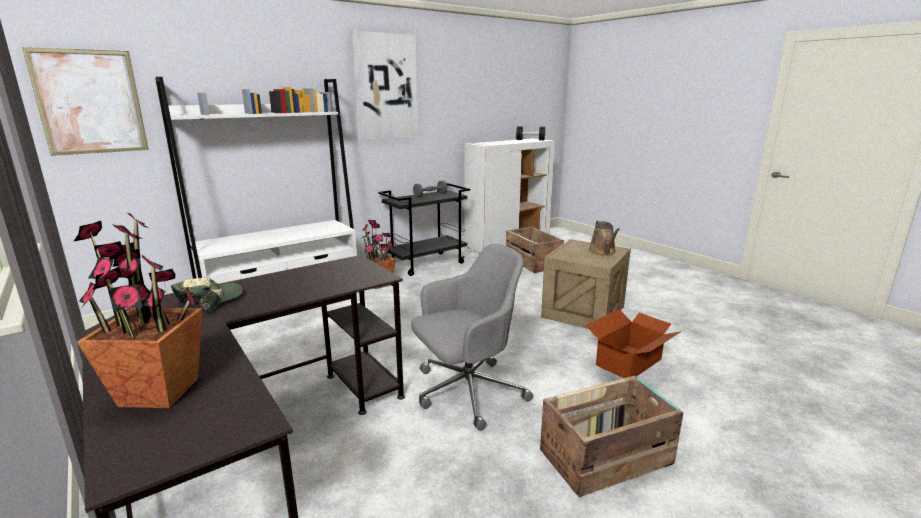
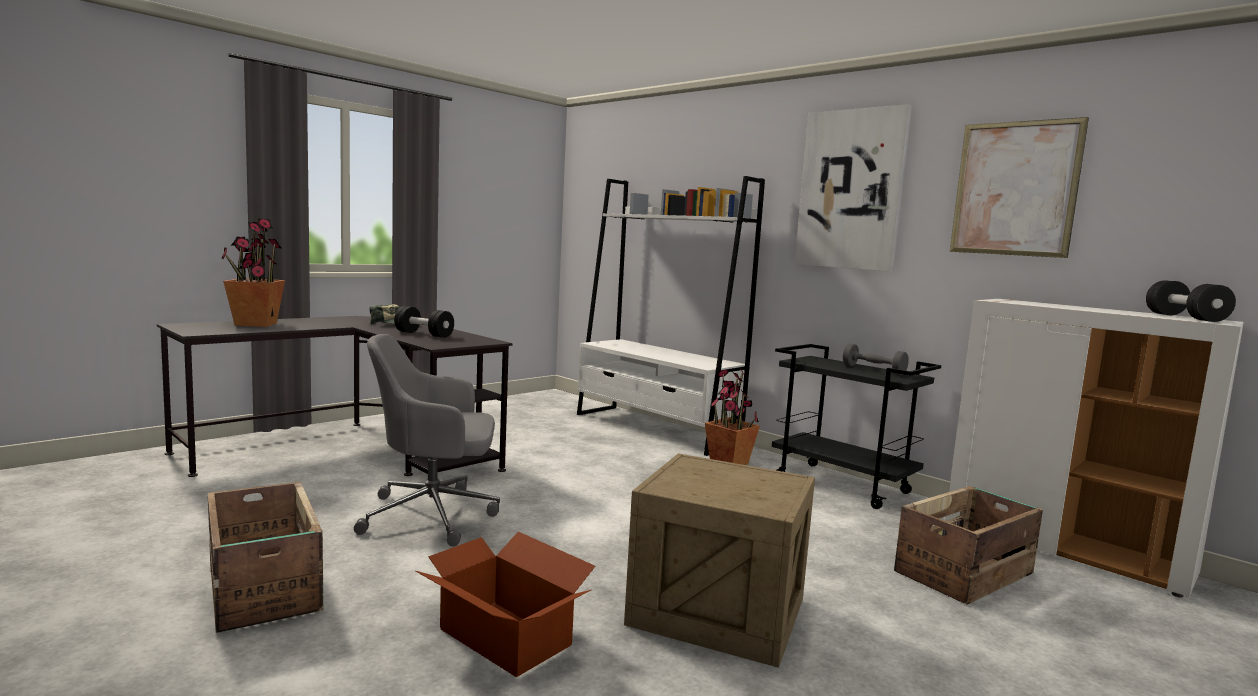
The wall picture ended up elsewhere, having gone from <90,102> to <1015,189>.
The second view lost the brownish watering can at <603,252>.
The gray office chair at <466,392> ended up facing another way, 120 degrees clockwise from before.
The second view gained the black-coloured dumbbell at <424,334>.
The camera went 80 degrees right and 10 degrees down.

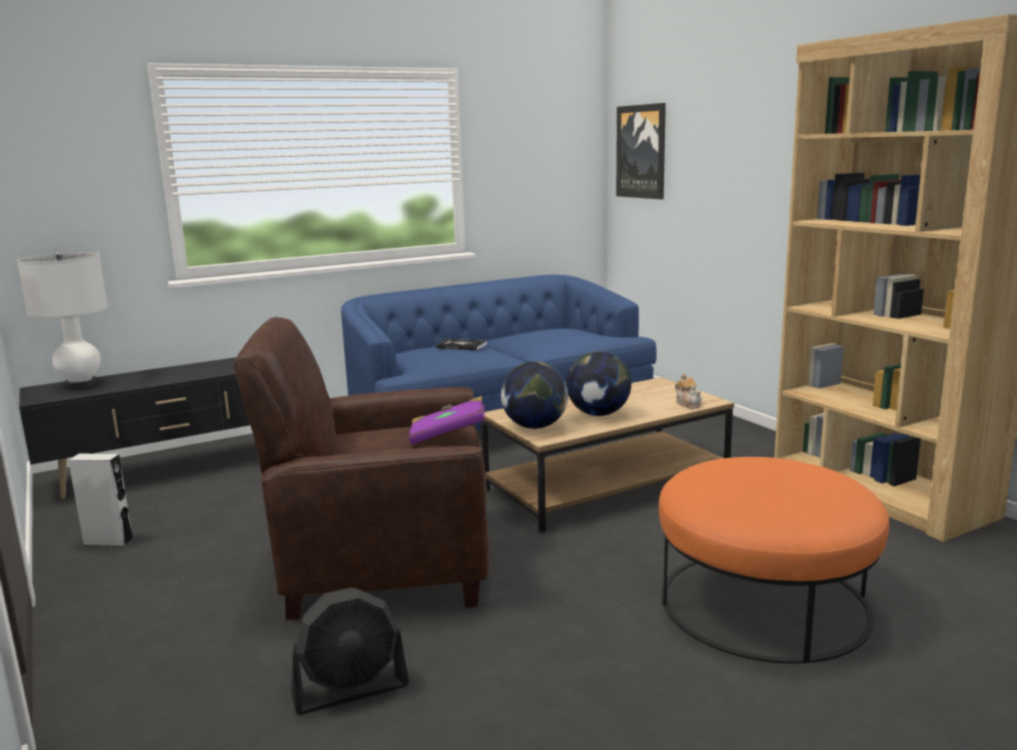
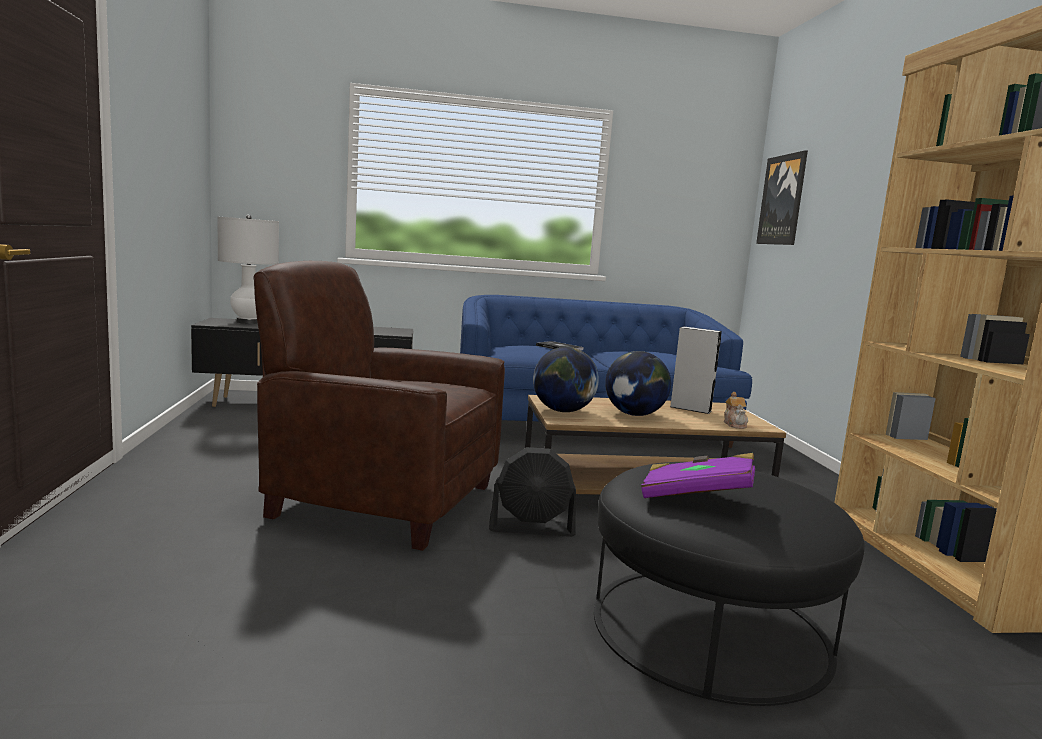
The purple-coloured volume ended up elsewhere, having gone from <448,436> to <696,497>.
The gray loudspeaker ended up elsewhere, having gone from <108,542> to <690,409>.
What was the orangey footrest at <763,602> turned into the black-coloured footrest at <709,627>.
The black-coloured electric fan ended up elsewhere, having gone from <351,690> to <532,528>.
The camera went 20 degrees right and 5 degrees down.

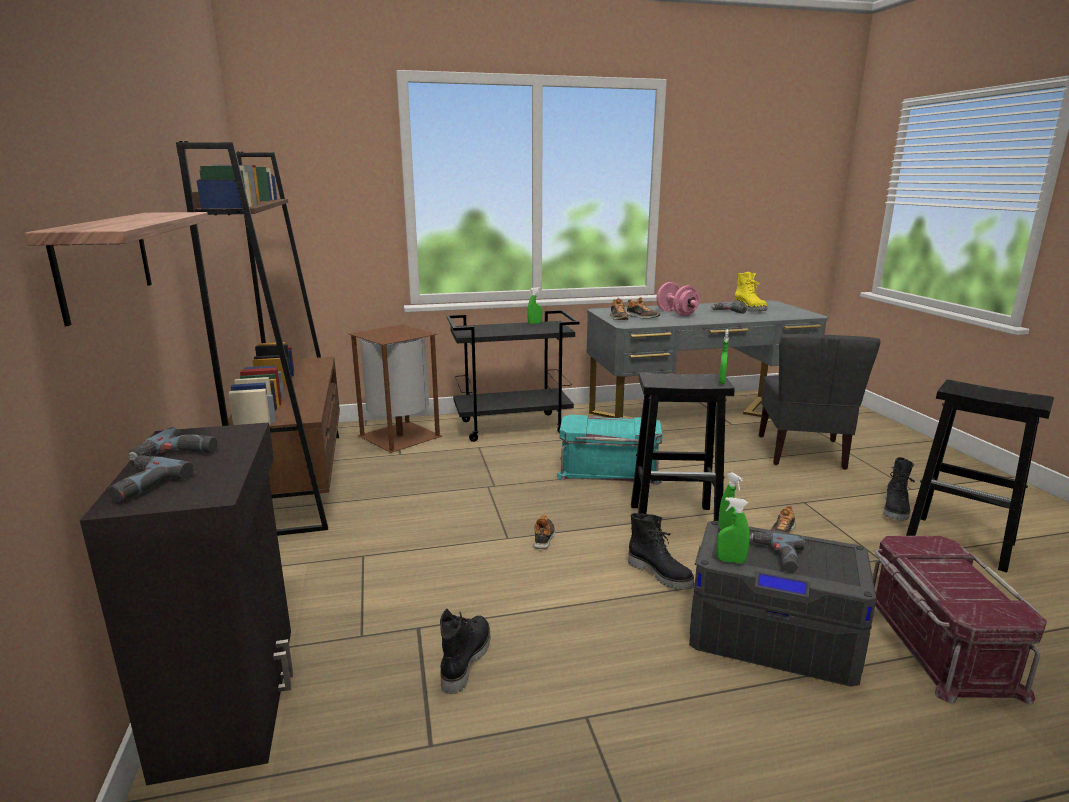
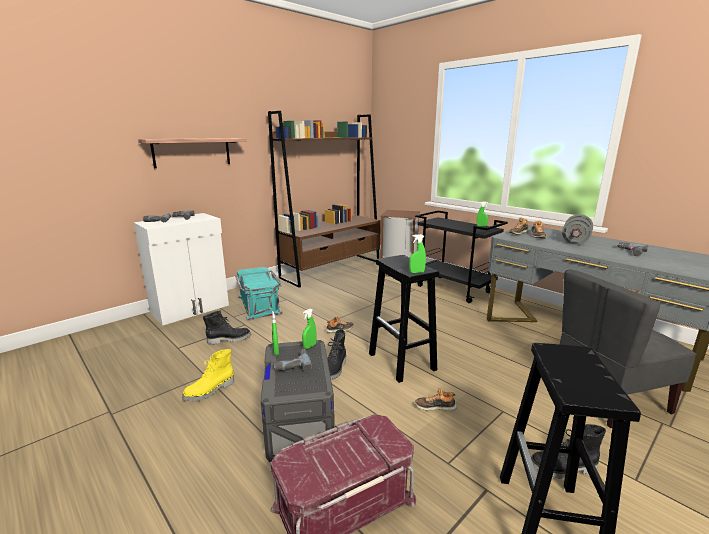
The yellowish boot ended up elsewhere, having gone from <750,309> to <210,391>.
What was the pink dumbbell at <676,313> turned into the gray dumbbell at <575,241>.
The turquoise storage container ended up elsewhere, having gone from <609,469> to <260,305>.
What was the black-coloured storage cabinet at <233,695> turned into the white storage cabinet at <191,309>.
The camera went 60 degrees right and 0 degrees up.

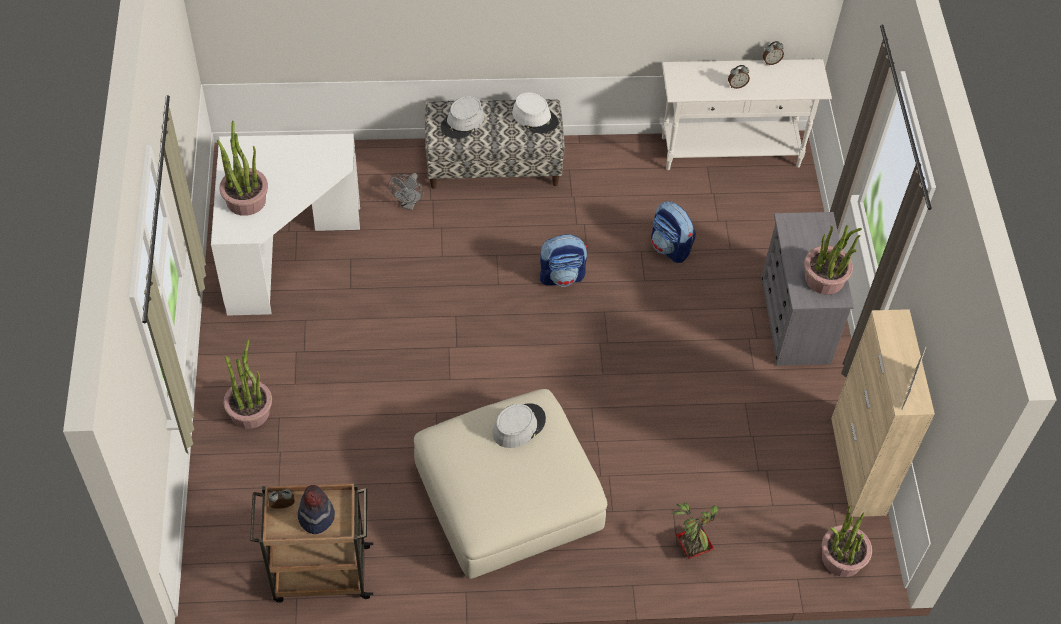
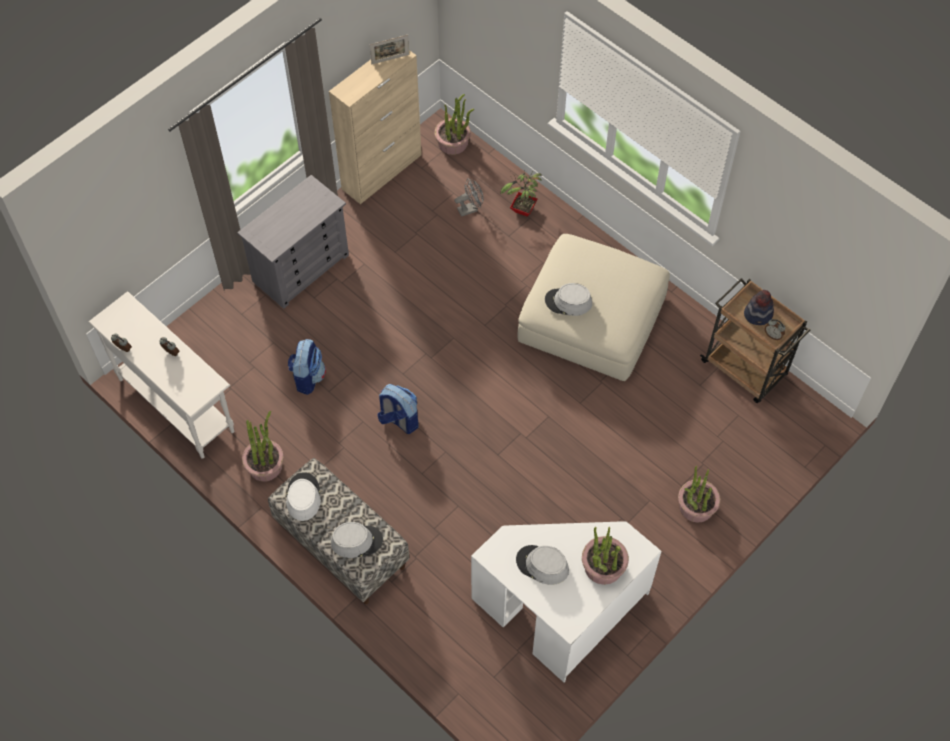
The gray electric fan ended up elsewhere, having gone from <409,204> to <470,209>.
The plant in a pot ended up elsewhere, having gone from <824,278> to <265,465>.
The second view gained the gray wearable hat at <542,565>.
The camera went 130 degrees left and 5 degrees up.

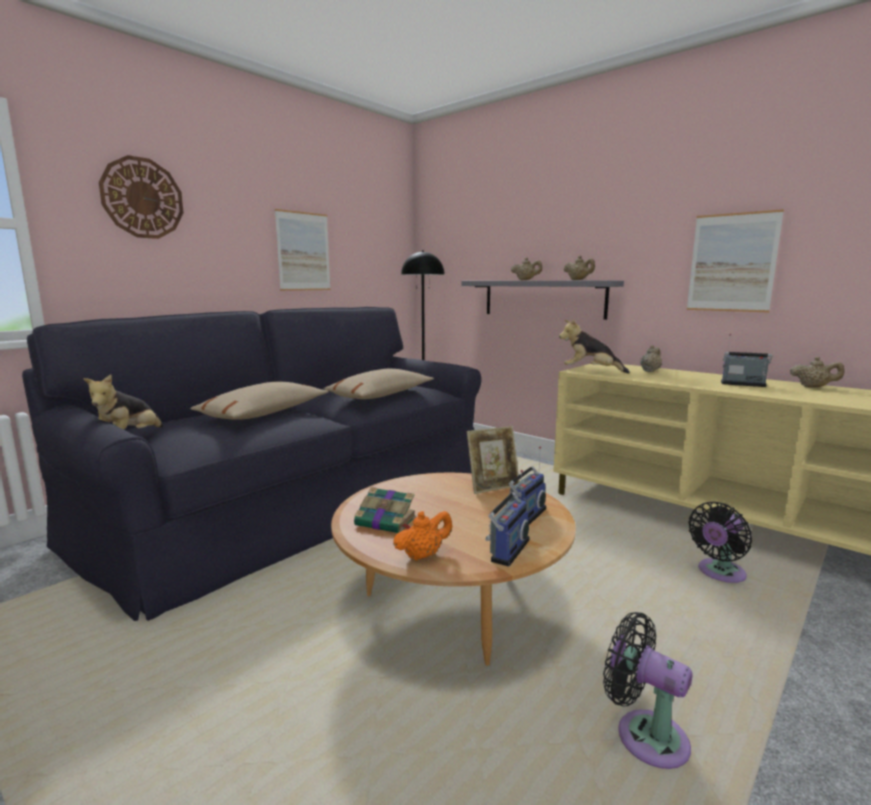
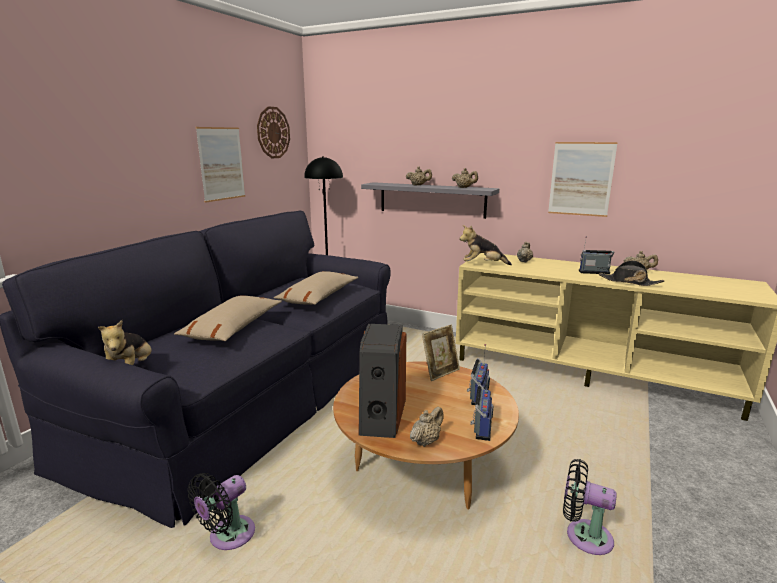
The hanging clock ended up elsewhere, having gone from <142,198> to <273,132>.
Where the volume stood at <387,522>, the loudspeaker came to stand at <381,416>.
The black-coloured electric fan ended up elsewhere, having gone from <719,573> to <228,536>.
What was the orangey teapot at <423,555> turned into the beige-coloured teapot at <426,441>.
The second view gained the black-coloured wearable hat at <629,282>.
The camera went 15 degrees left and 5 degrees up.

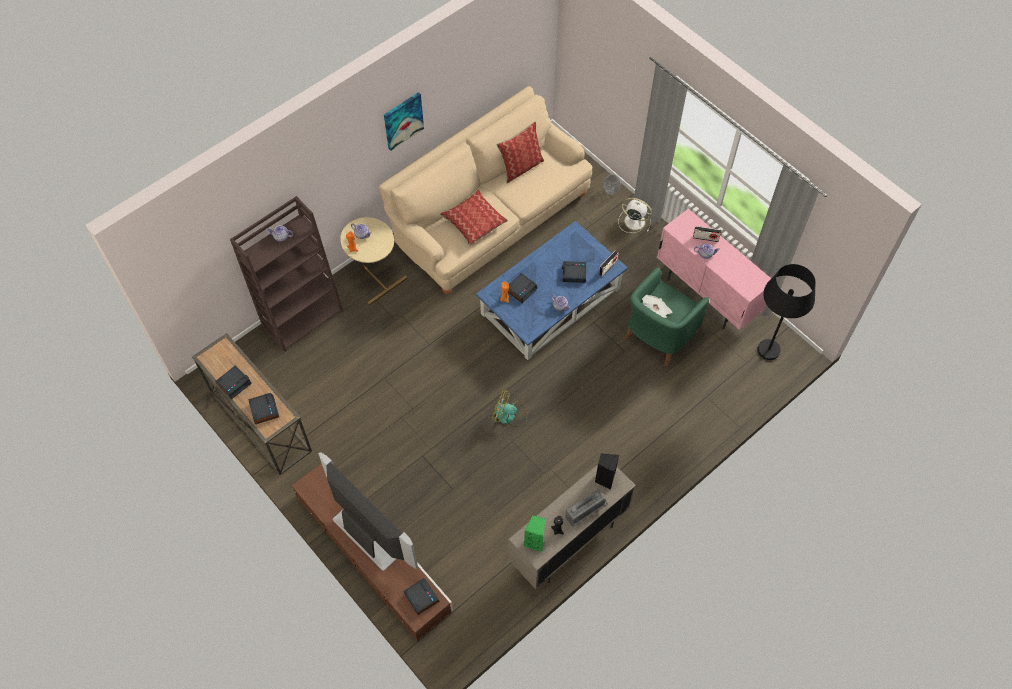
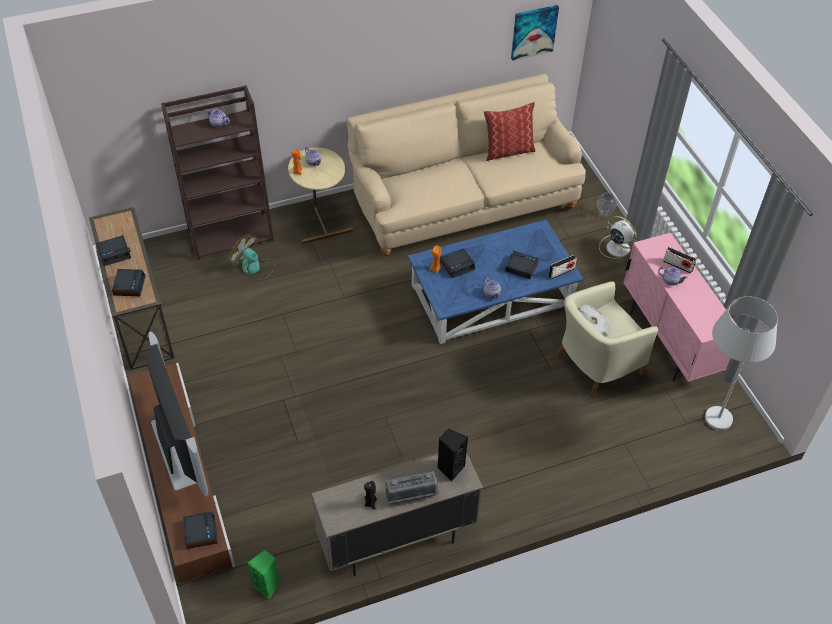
The wall picture ended up elsewhere, having gone from <403,120> to <533,31>.
The second view lost the throw pillow at <474,221>.
What was the black-coloured standing lamp at <763,359> turned into the white standing lamp at <707,426>.
What was the greenish armchair at <658,335> turned into the beige-coloured armchair at <596,365>.
The electric fan ended up elsewhere, having gone from <509,415> to <255,268>.
The greenish loudspeaker ended up elsewhere, having gone from <535,541> to <267,585>.
The camera went 20 degrees right and 10 degrees down.

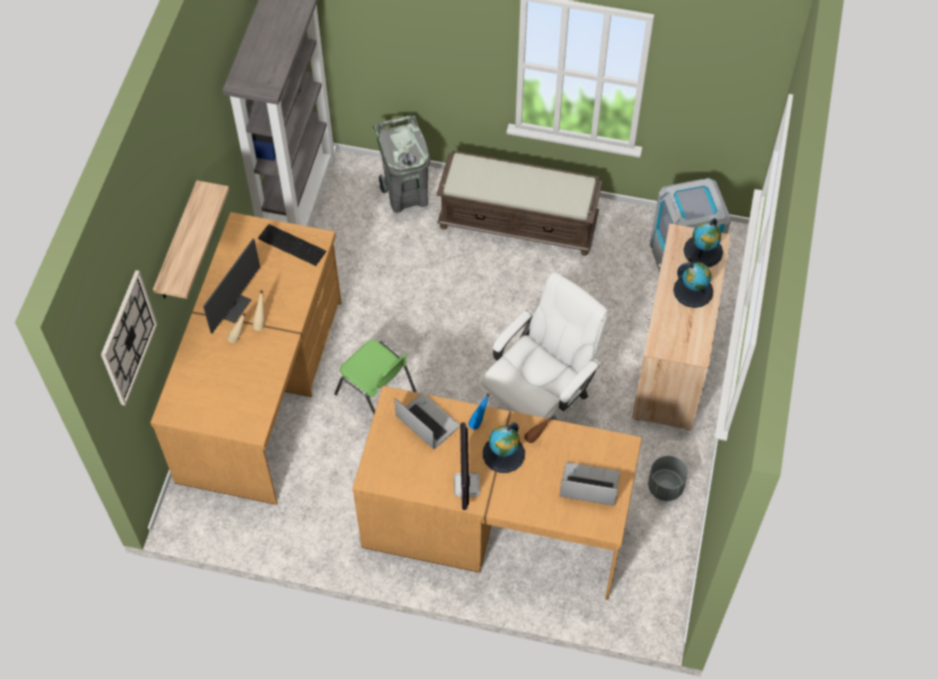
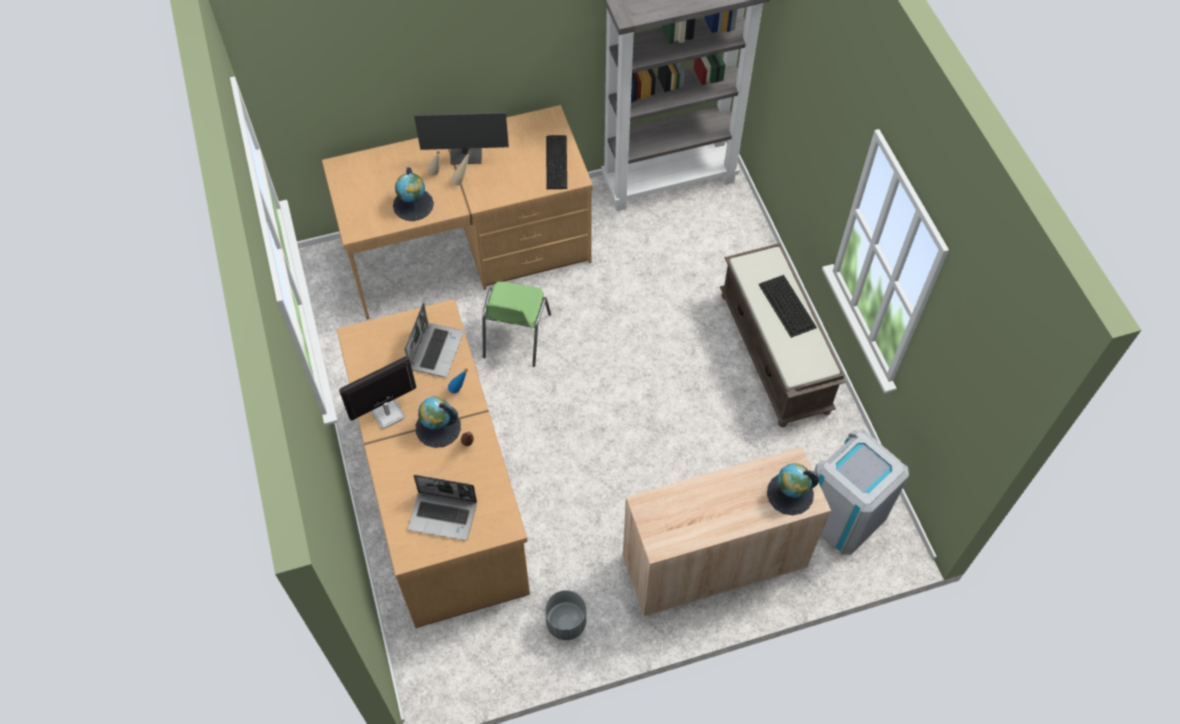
The second view lost the gray waste bin at <406,196>.
The second view lost the shelf at <178,244>.
The globe ended up elsewhere, having gone from <693,290> to <413,204>.
The second view lost the hanging clock at <128,338>.
The second view lost the white office chair at <539,404>.
The laptop at <588,486> ended up facing another way, 120 degrees clockwise from before.
The second view gained the PC keyboard at <787,306>.
The camera went 60 degrees right and 0 degrees up.

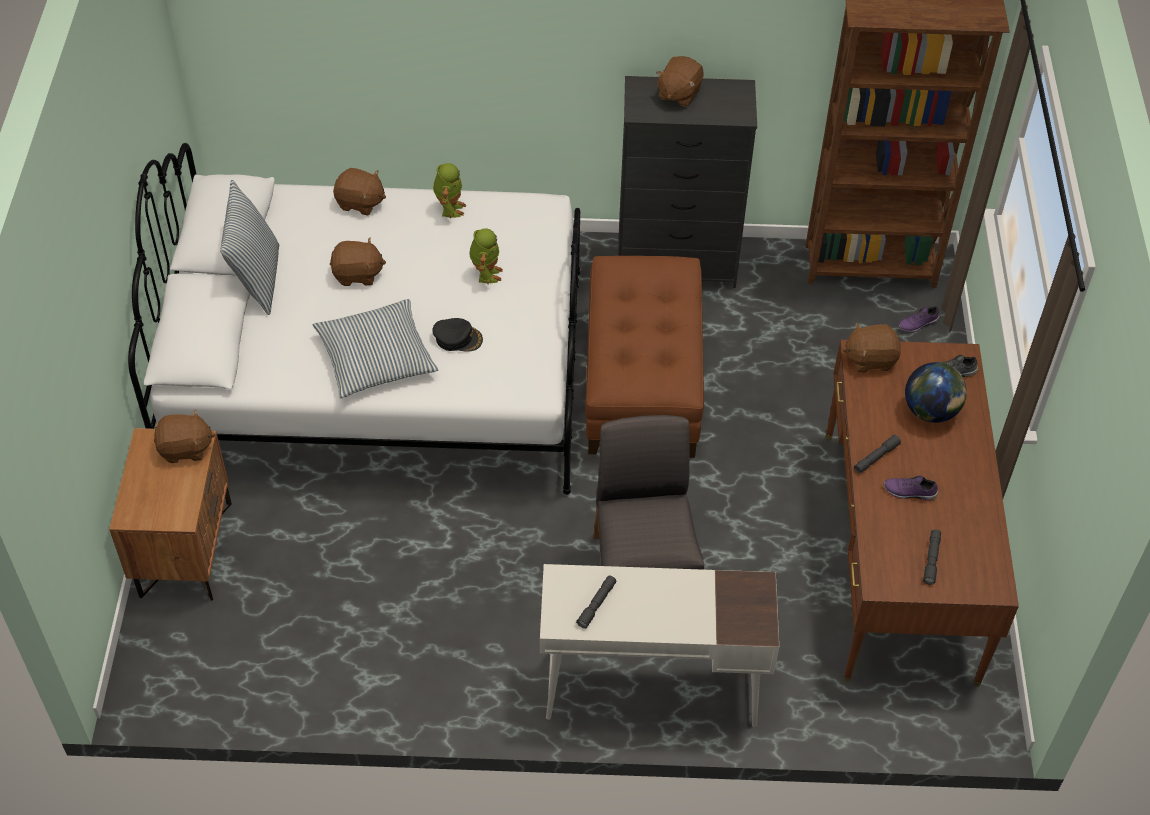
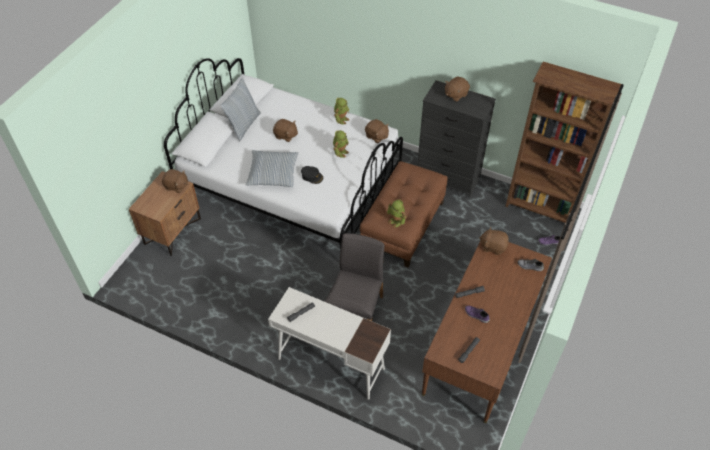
The brownish cuddly toy ended up elsewhere, having gone from <360,203> to <376,136>.
The second view lost the globe at <930,411>.
The second view gained the toy robot at <396,221>.
The camera went 25 degrees right and 0 degrees up.

